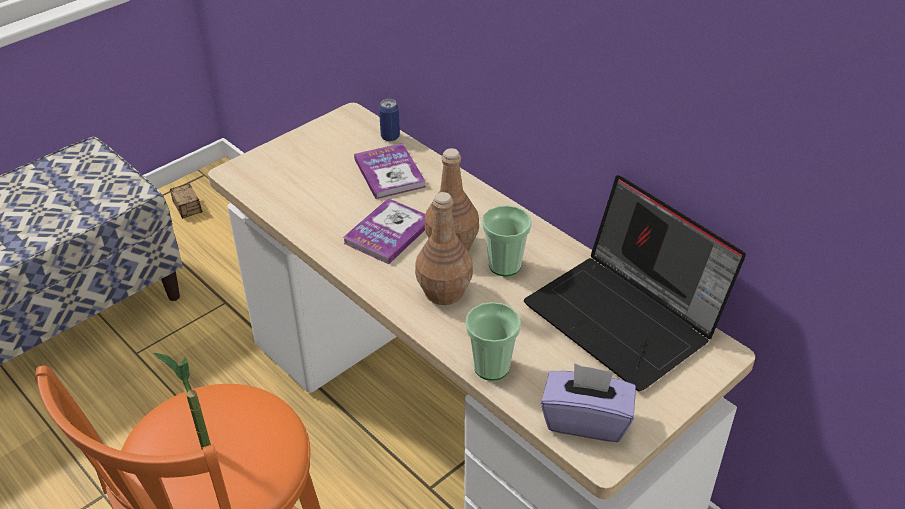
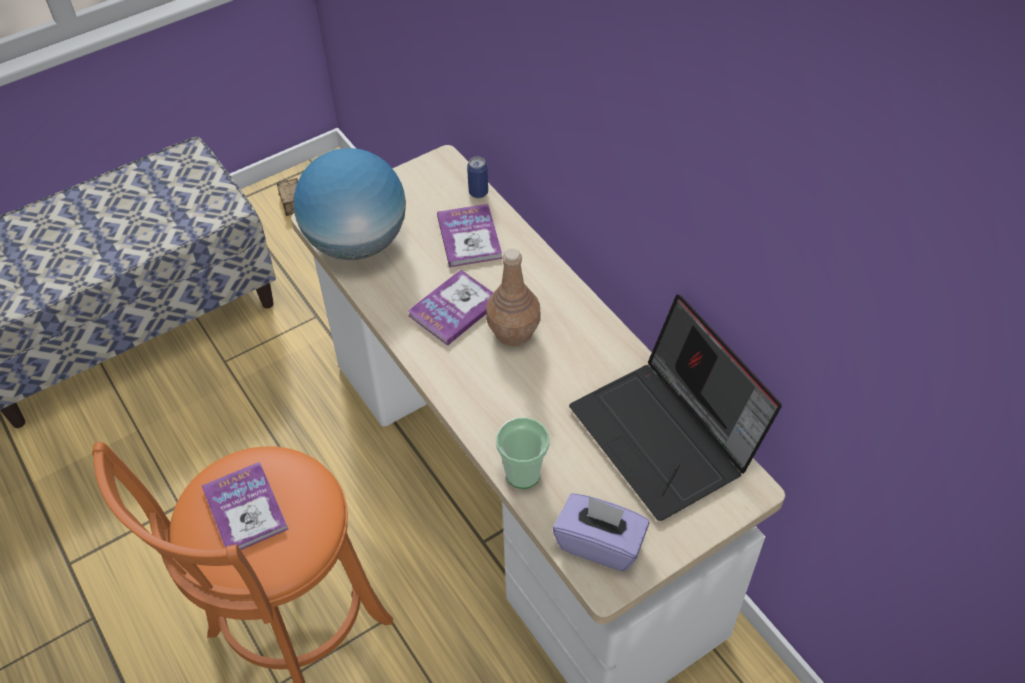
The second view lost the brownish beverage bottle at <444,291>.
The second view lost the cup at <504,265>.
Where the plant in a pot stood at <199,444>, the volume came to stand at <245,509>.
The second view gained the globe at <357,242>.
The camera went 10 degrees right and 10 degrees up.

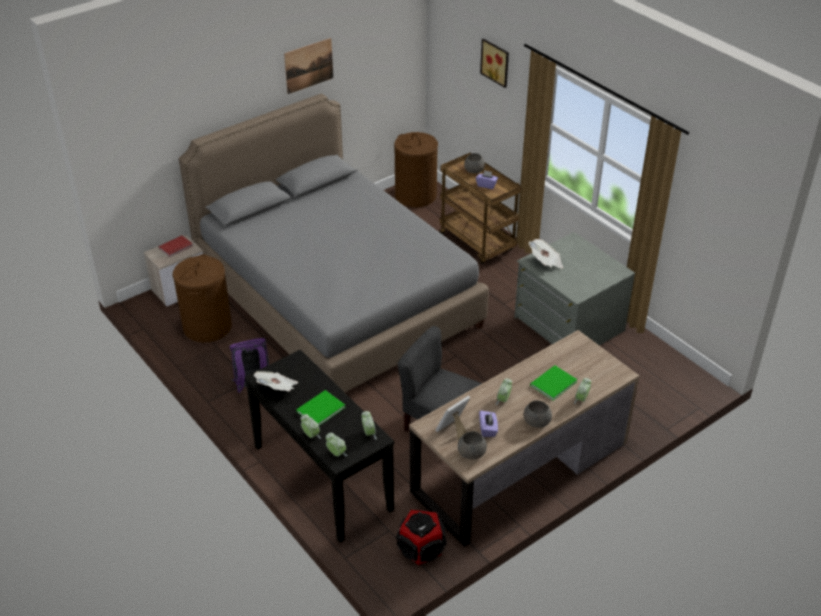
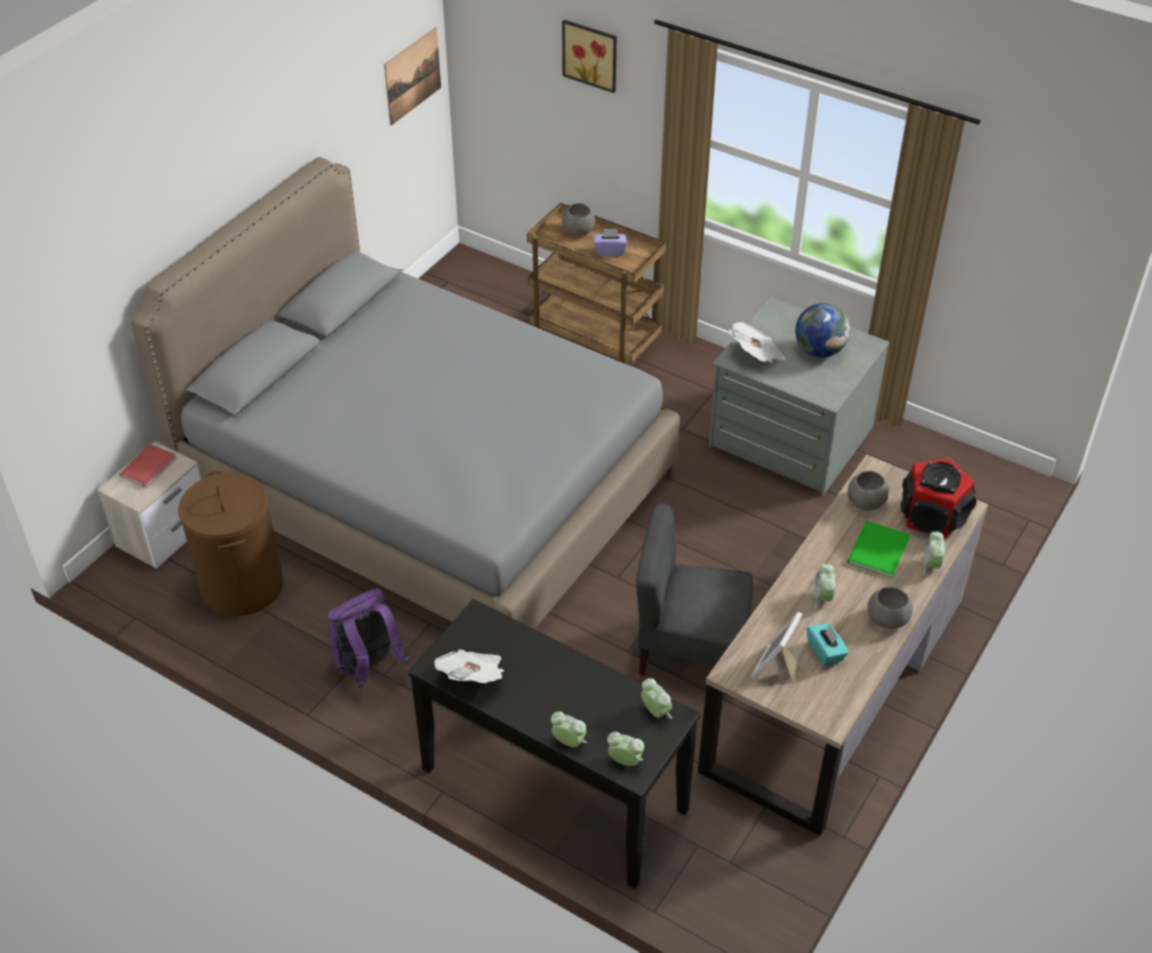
The wall picture ended up elsewhere, having gone from <309,65> to <412,76>.
The second view lost the brownish hamper at <416,196>.
The second view lost the greenish volume at <319,409>.
What was the purple-coloured box of tissues at <488,429> turned into the turquoise box of tissues at <825,652>.
The gray bowl ended up elsewhere, having gone from <471,453> to <865,502>.
The loudspeaker ended up elsewhere, having gone from <422,547> to <933,516>.
The second view gained the globe at <819,350>.
The camera went 20 degrees left and 5 degrees up.

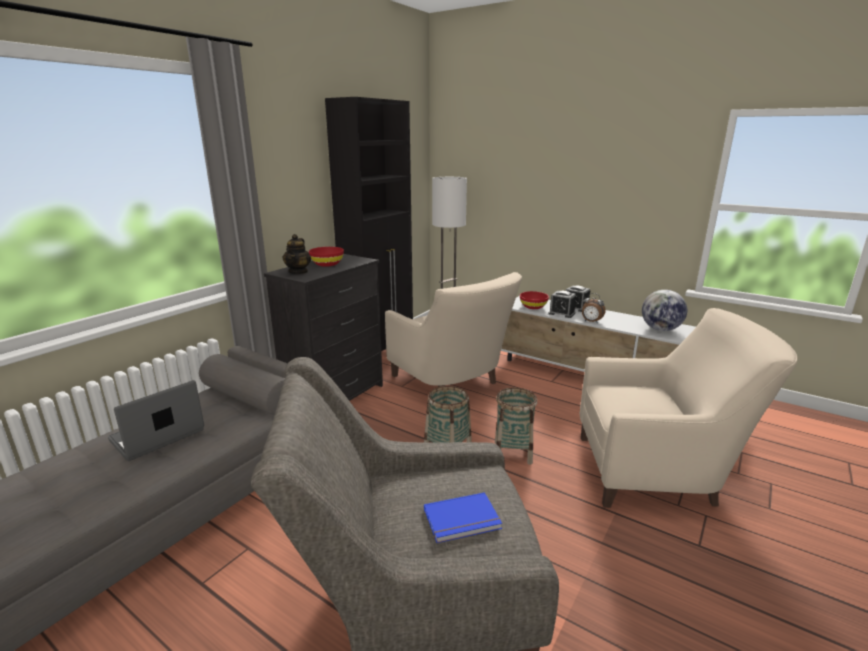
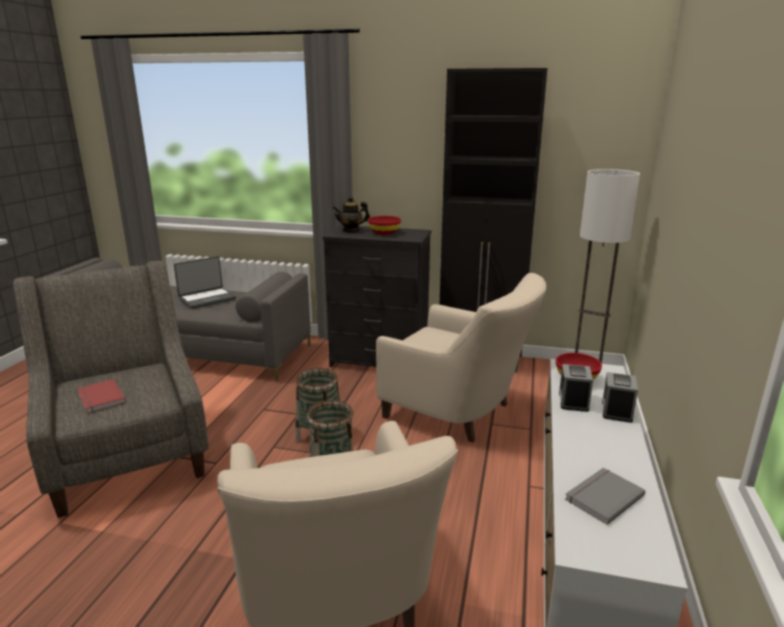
The beige-coloured armchair at <452,382> ended up facing another way, 90 degrees counterclockwise from before.
Where the globe stood at <660,329>, the gray volume came to stand at <602,496>.
The second view lost the bedside clock at <591,321>.
The laptop at <158,436> ended up facing another way, 120 degrees clockwise from before.
What was the blue-coloured volume at <463,520> turned into the reddish volume at <99,398>.
The camera went 70 degrees right and 0 degrees up.

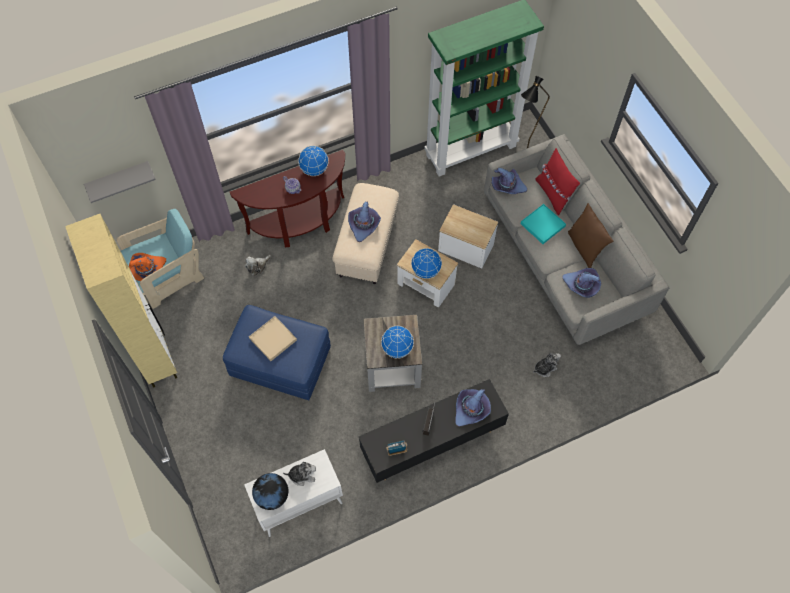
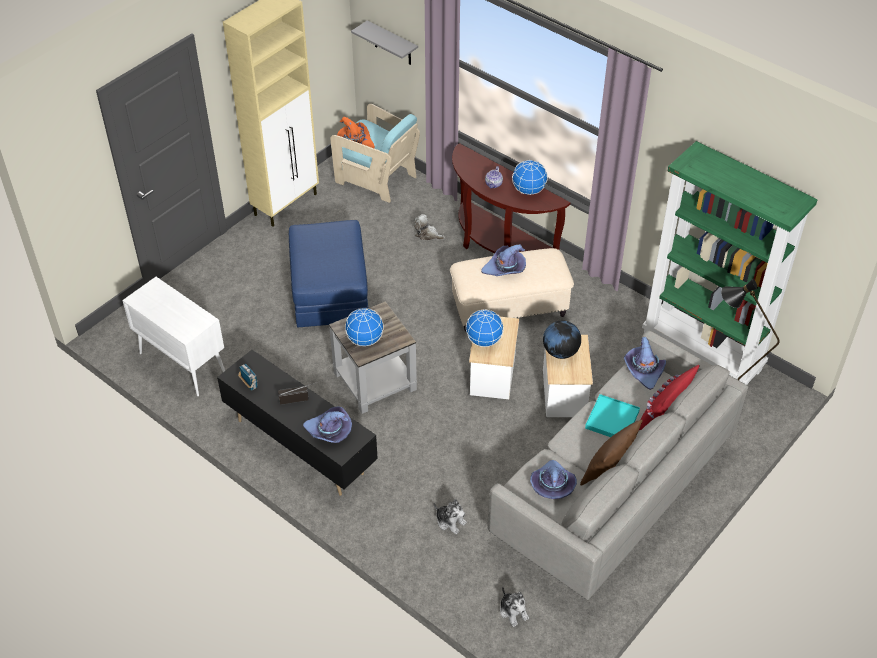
The second view lost the beige-coloured serving tray at <273,339>.
The cuddly toy ended up elsewhere, having gone from <302,475> to <513,611>.
The globe ended up elsewhere, having gone from <272,496> to <560,352>.
The camera went 65 degrees right and 15 degrees down.

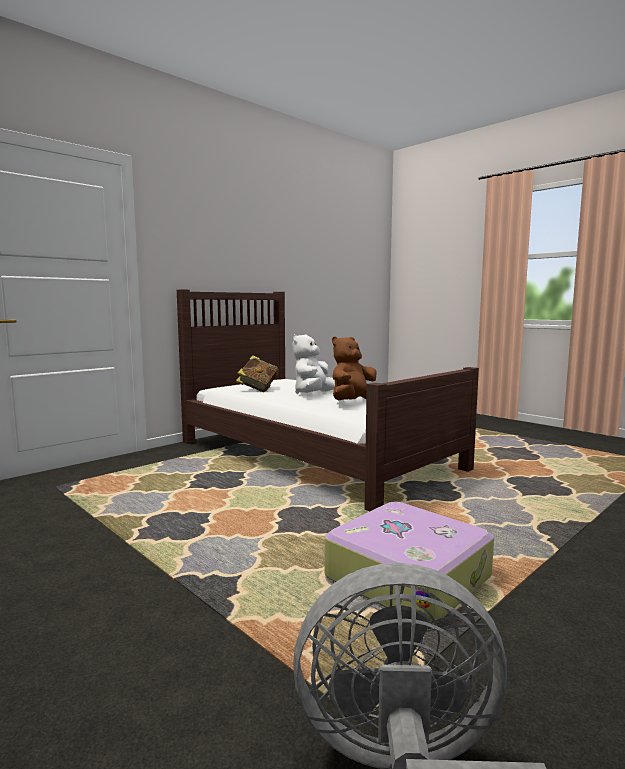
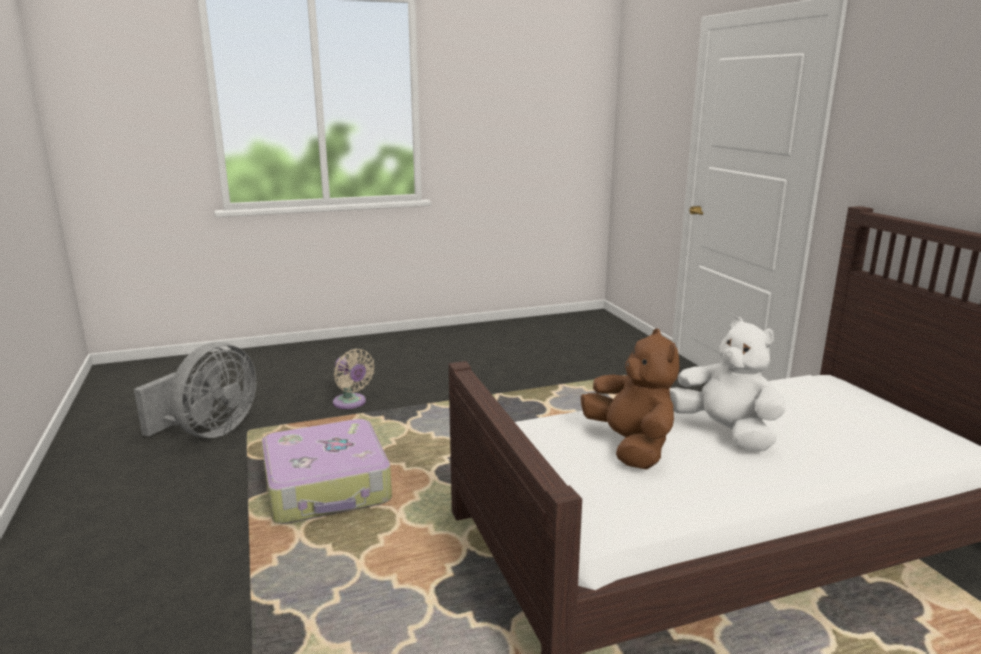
The second view lost the volume at <258,389>.
The second view gained the beige-coloured electric fan at <351,403>.
The camera went 115 degrees right and 10 degrees up.

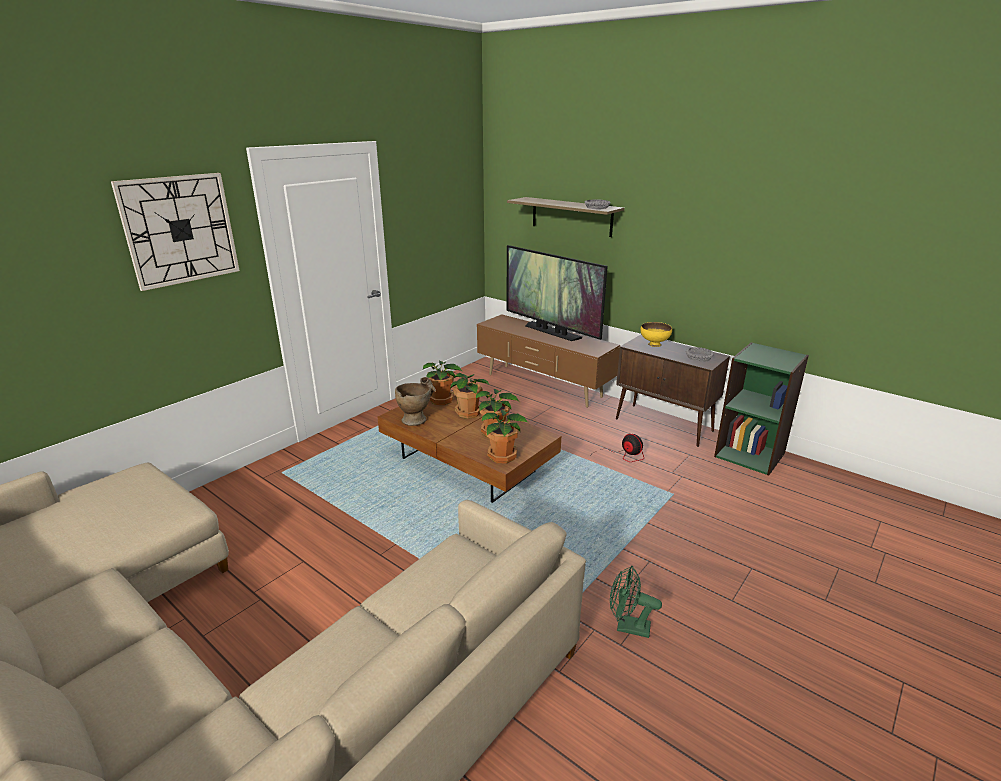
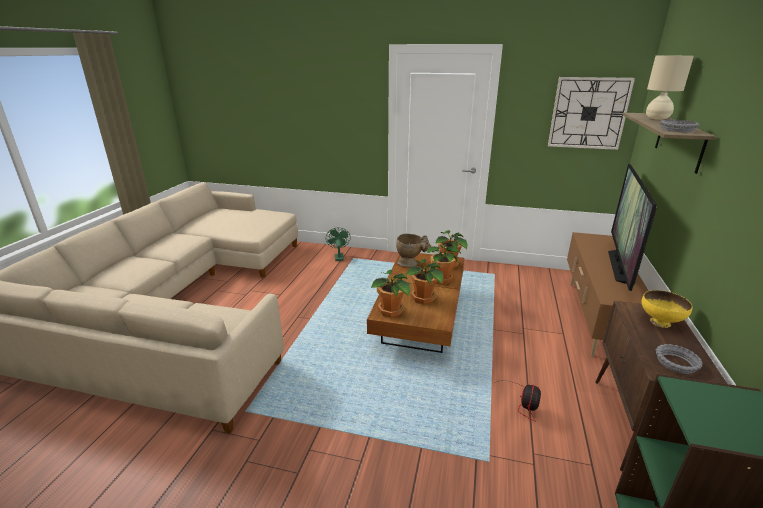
The hanging clock ended up elsewhere, having gone from <180,230> to <588,113>.
The greenish electric fan ended up elsewhere, having gone from <627,627> to <338,257>.
The second view gained the beige-coloured lamp for a table at <657,118>.
The camera went 65 degrees right and 0 degrees up.

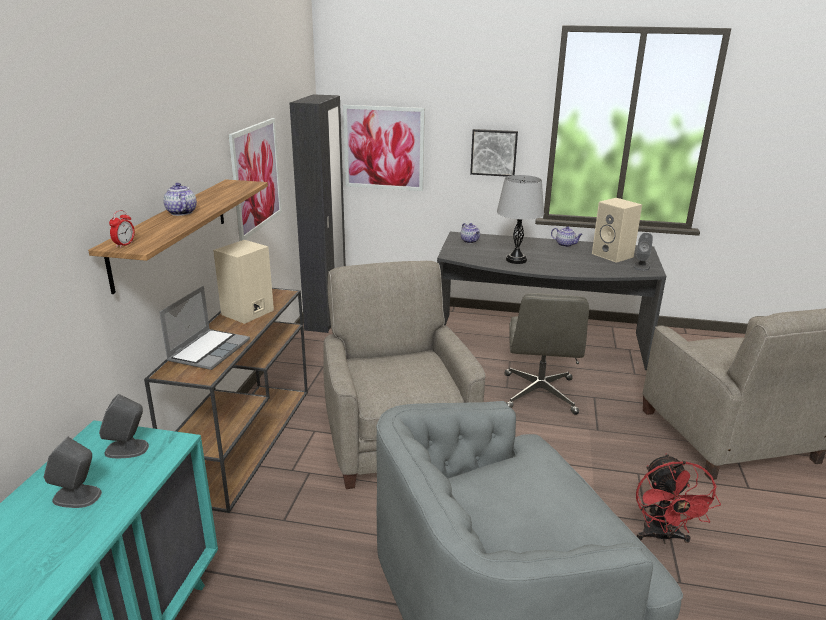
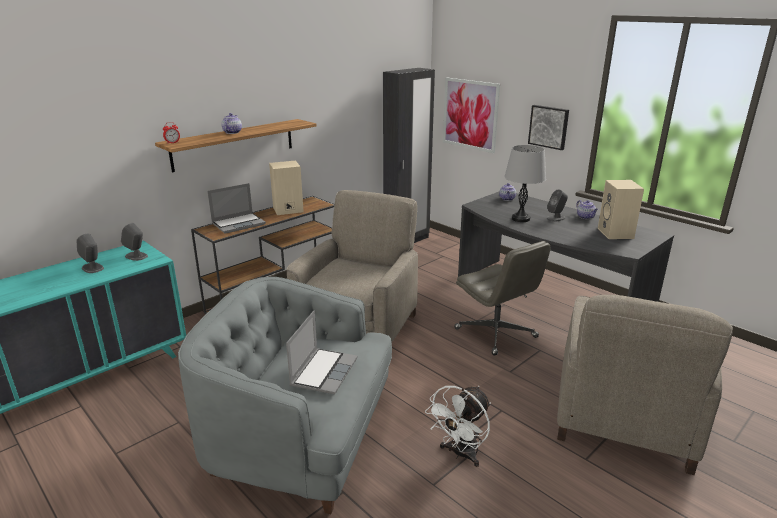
The second view lost the wall picture at <256,177>.
The gray loudspeaker ended up elsewhere, having gone from <641,266> to <556,218>.
The gray office chair at <540,394> ended up facing another way, 75 degrees counterclockwise from before.
What was the reddish electric fan at <661,537> turned into the white electric fan at <460,454>.
The second view gained the laptop at <323,371>.
The camera went 35 degrees right and 0 degrees up.

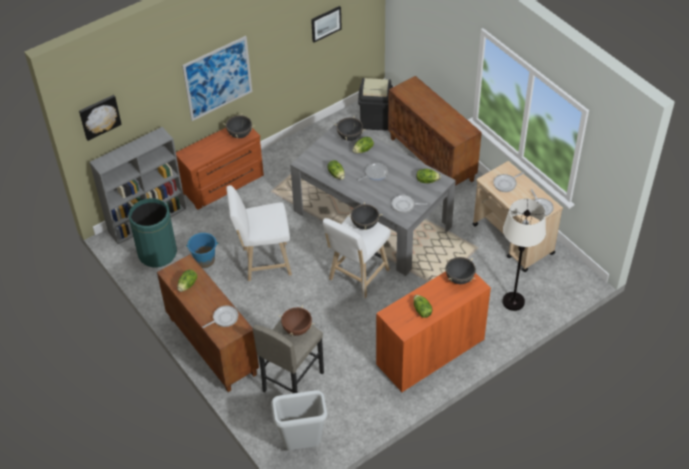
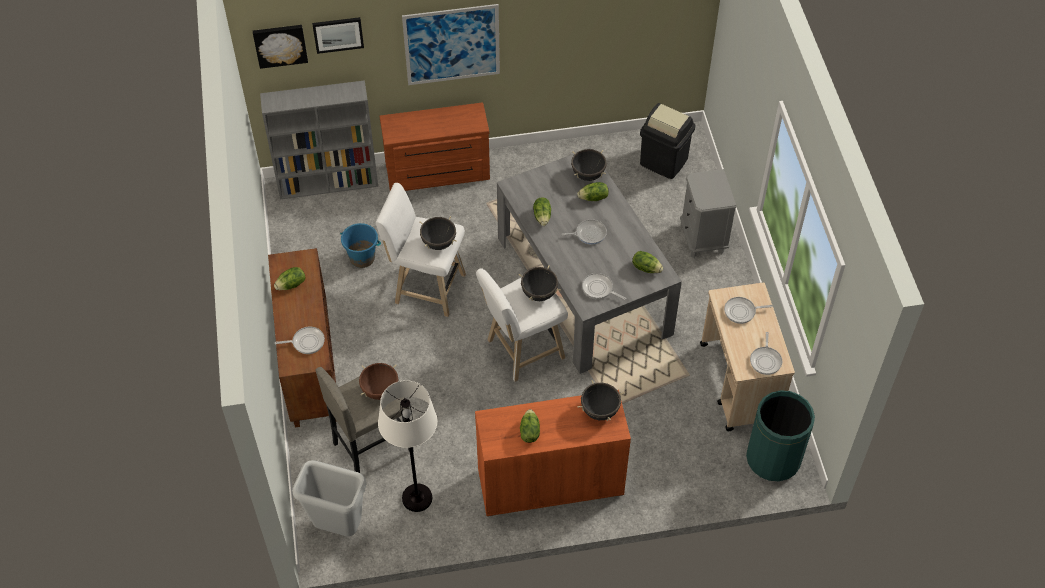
The wall picture ended up elsewhere, having gone from <325,23> to <338,34>.
Where the brownish storage cabinet stood at <432,159>, the gray nightstand came to stand at <703,238>.
The black-coloured saucepot ended up elsewhere, having gone from <240,134> to <438,243>.
The greenish waste bin ended up elsewhere, having gone from <157,253> to <773,459>.
The white standing lamp ended up elsewhere, having gone from <513,302> to <417,498>.
The camera went 25 degrees right and 5 degrees up.

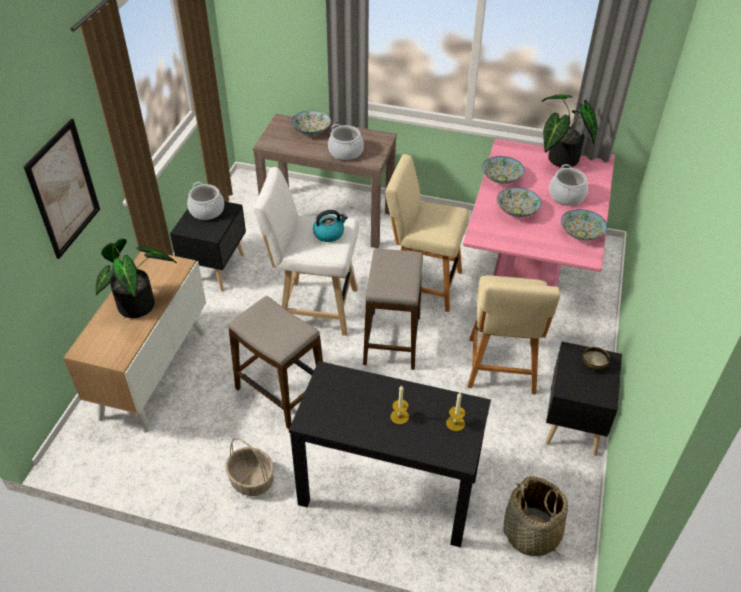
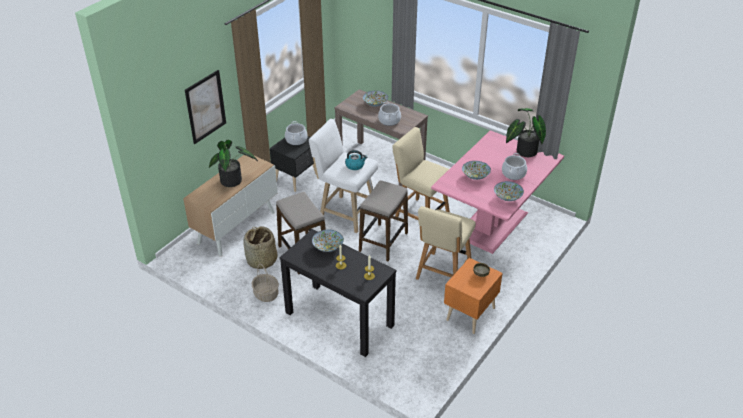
The bowl ended up elsewhere, having gone from <501,178> to <328,247>.
What was the black-coloured nightstand at <572,424> turned into the orangey nightstand at <469,314>.
The basket ended up elsewhere, having gone from <531,533> to <261,260>.
The camera went 20 degrees right and 5 degrees down.

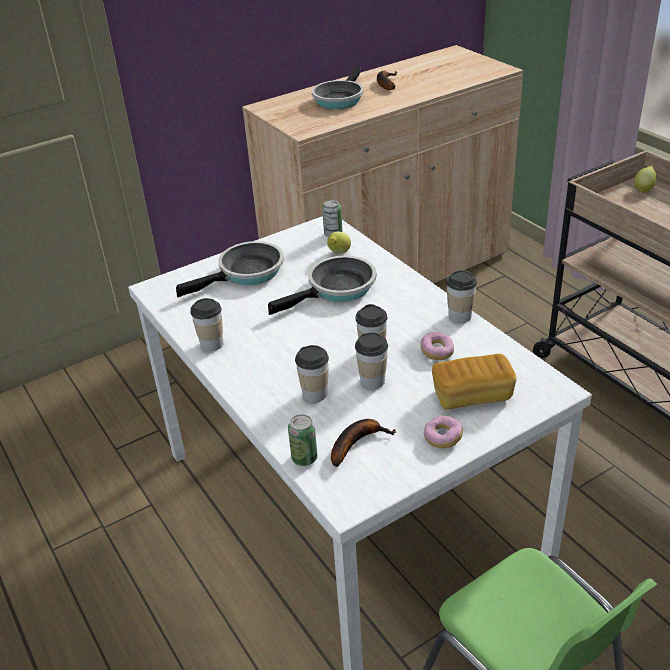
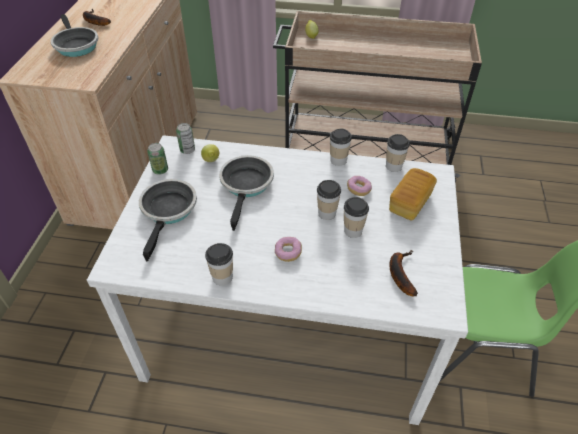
The cup ended up elsewhere, having gone from <315,394> to <393,166>.
The sealed can ended up elsewhere, having gone from <304,458> to <160,170>.
The ring doughnut ended up elsewhere, having gone from <443,438> to <288,253>.
The camera went 50 degrees left and 10 degrees up.

